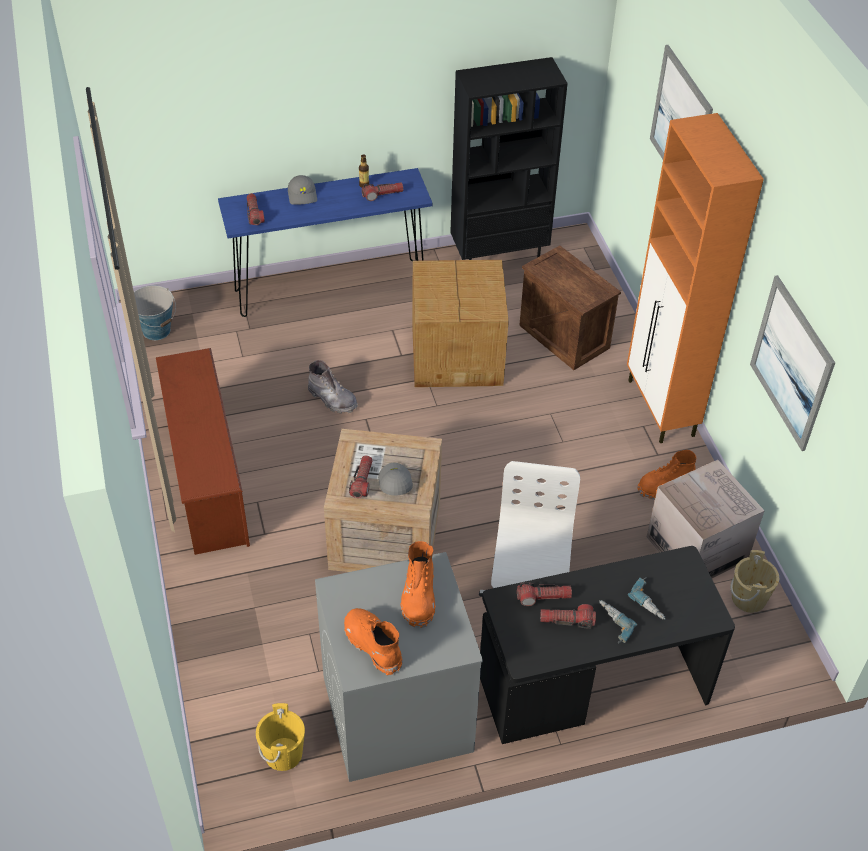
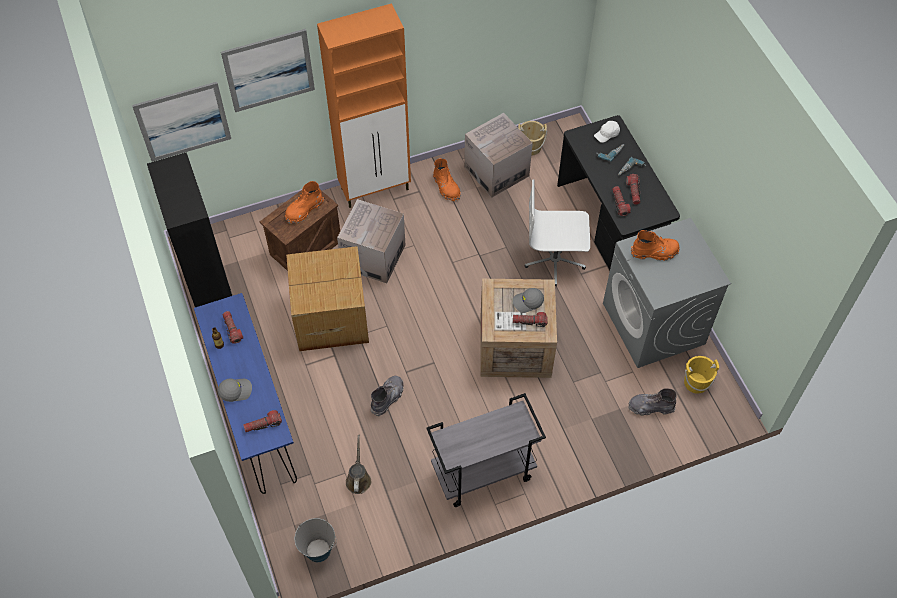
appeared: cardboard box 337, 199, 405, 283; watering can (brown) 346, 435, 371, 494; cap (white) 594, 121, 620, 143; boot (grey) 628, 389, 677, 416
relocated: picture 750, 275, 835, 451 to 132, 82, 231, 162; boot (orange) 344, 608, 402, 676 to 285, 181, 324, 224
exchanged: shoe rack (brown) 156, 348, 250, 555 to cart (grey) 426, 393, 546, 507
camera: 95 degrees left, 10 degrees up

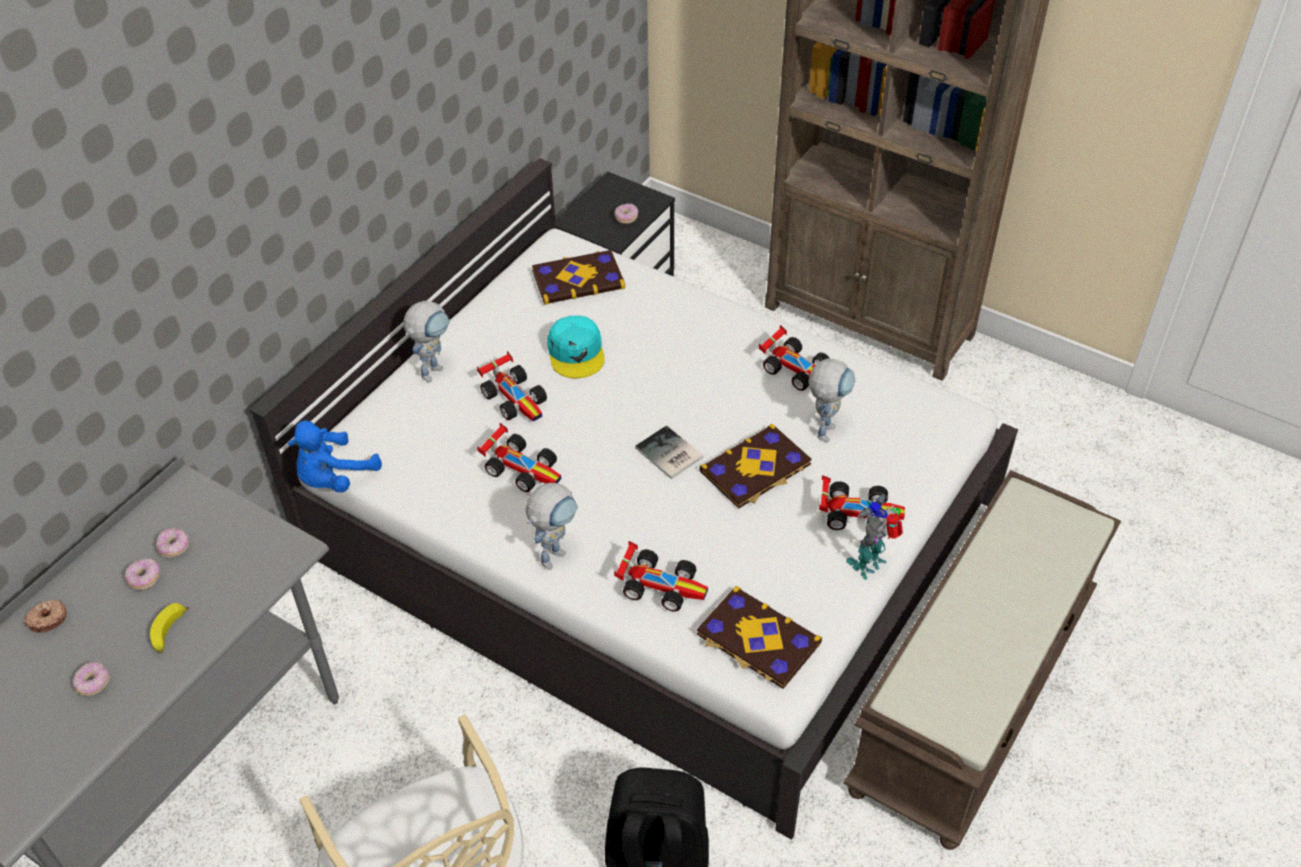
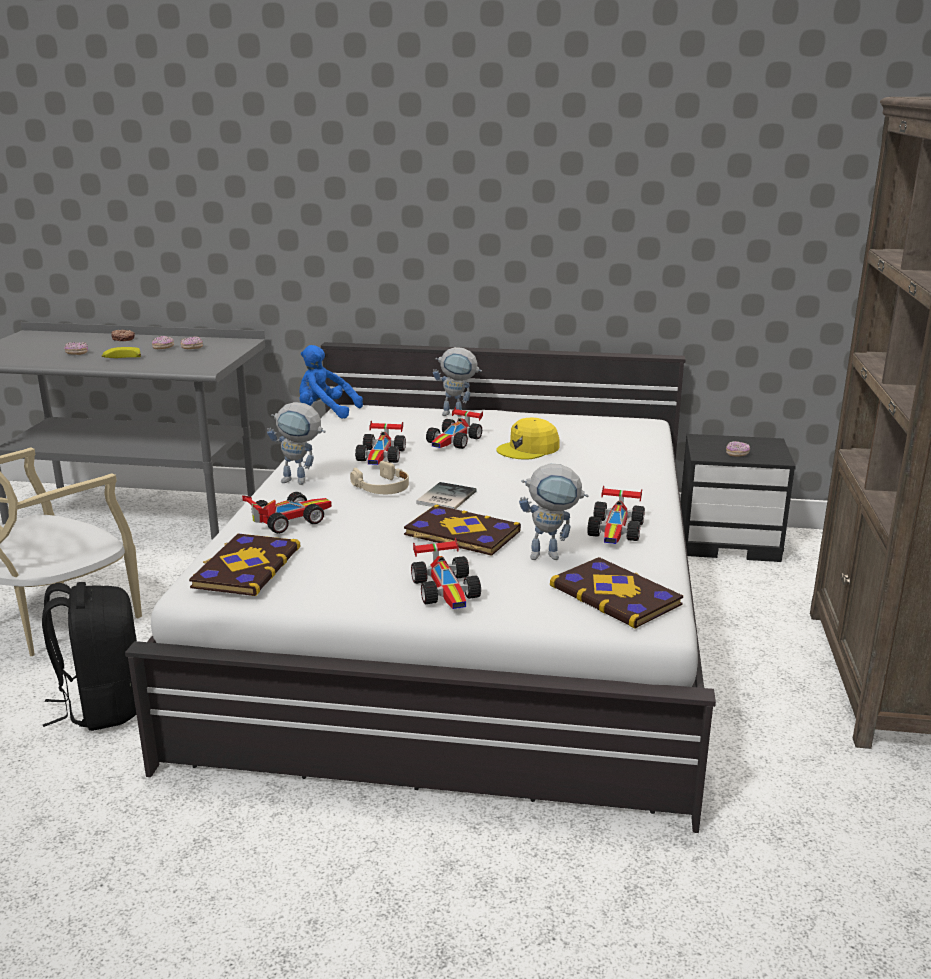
missing: bench (brown) 843, 470, 1121, 850; toy robot 846, 494, 903, 580
appeared: headphones (beige) 350, 461, 409, 494
relocated: book 532, 250, 625, 305 to 550, 557, 683, 629
colour: cap (turquoise) 547, 316, 605, 378 to cap (yellow) 496, 418, 560, 459
spun: toy car 614, 541, 708, 612 = 242, 492, 332, 534 120 degrees counterclockwise
camera: 65 degrees right, 25 degrees down

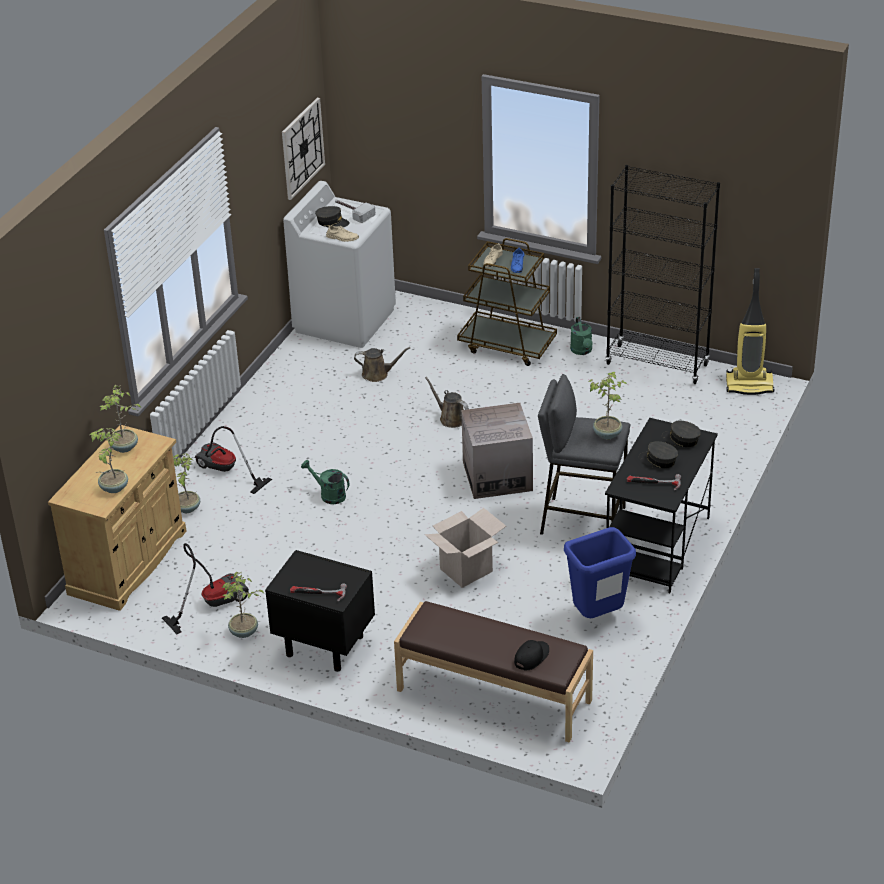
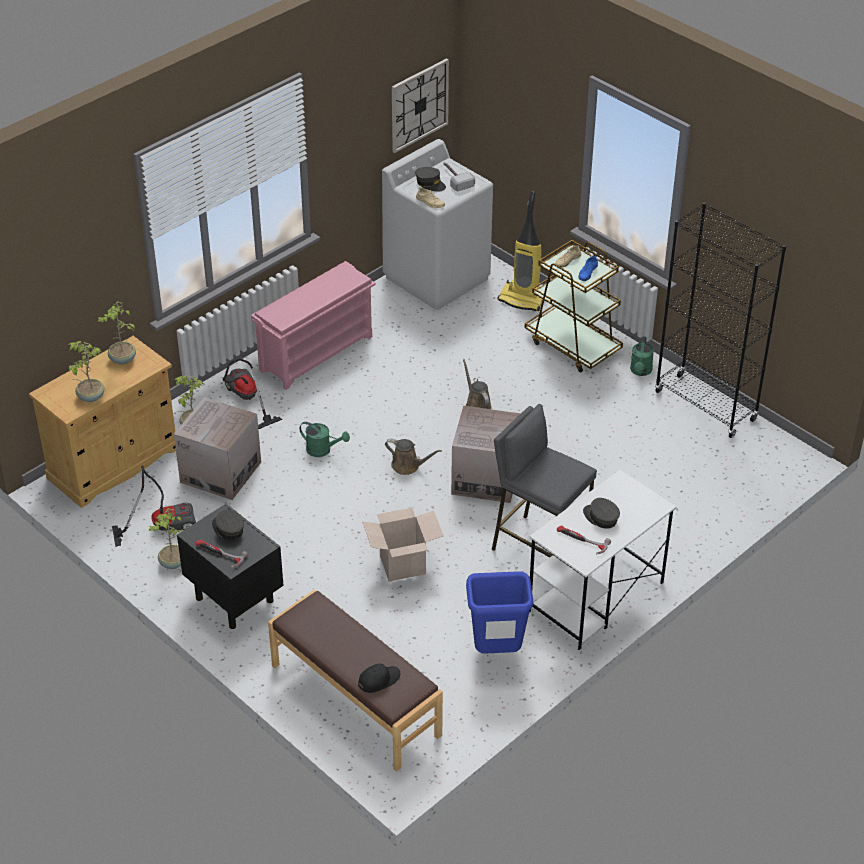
missing: potted plant 588, 372, 627, 439
appeared: cardboard box 174, 397, 261, 500; shoe rack (pink) 251, 261, 376, 390
relocated: cap (grey) 662, 421, 701, 447 to 212, 509, 244, 540; watering can (brown) 354, 347, 411, 382 to 385, 438, 442, 475; vacuum cleaner 726, 268, 774, 395 to 497, 191, 545, 311
colour: desk (black) 605, 418, 718, 593 to desk (white) 529, 470, 677, 650
spun: watering can (green) 301, 460, 349, 504 = 299, 422, 350, 457 150 degrees clockwise
camera: 20 degrees right, 5 degrees up

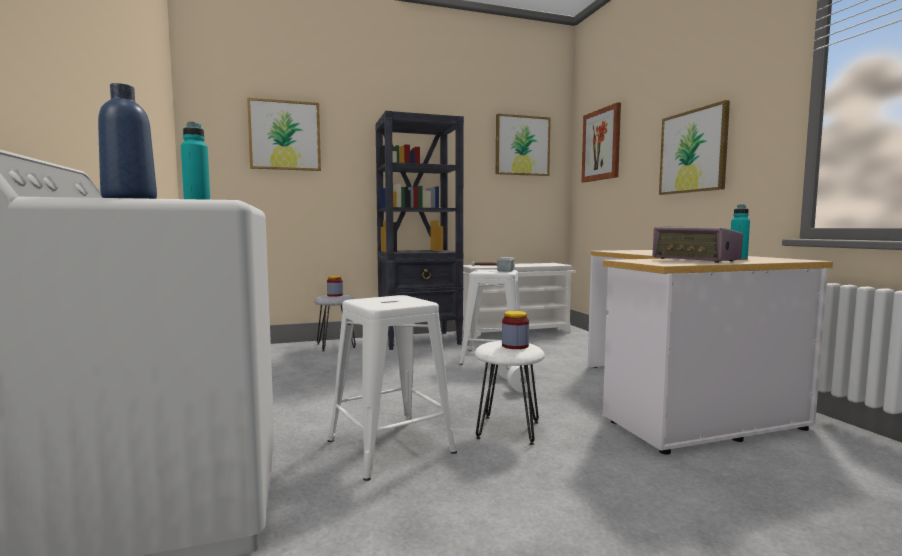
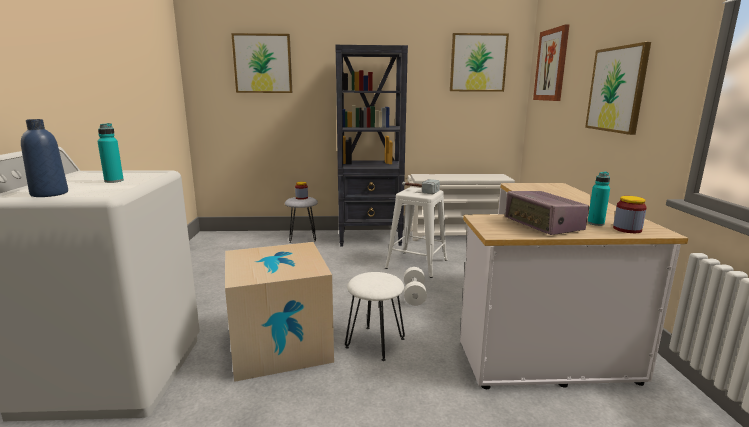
relocated: jar 502, 311, 529, 349 to 613, 196, 647, 233
exchanged: stool (white) 328, 295, 457, 481 to cardboard box 225, 242, 334, 382
camera: 15 degrees right, 10 degrees up

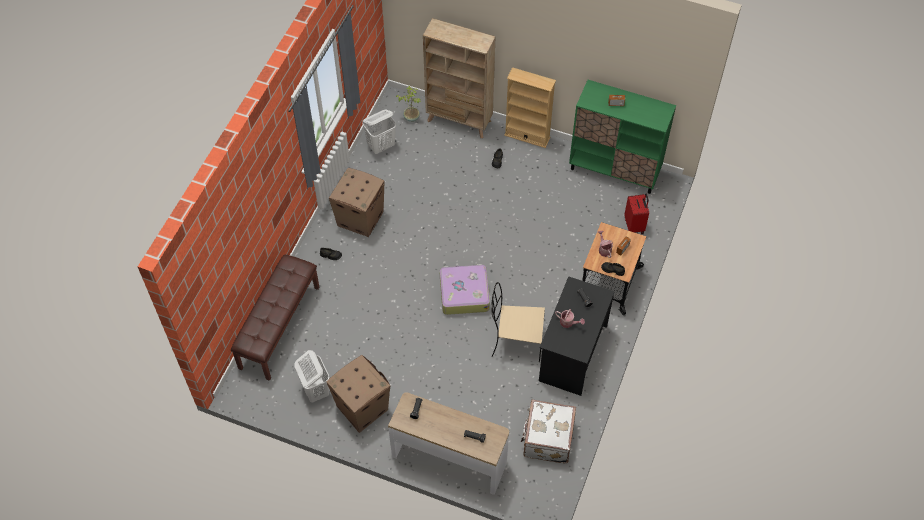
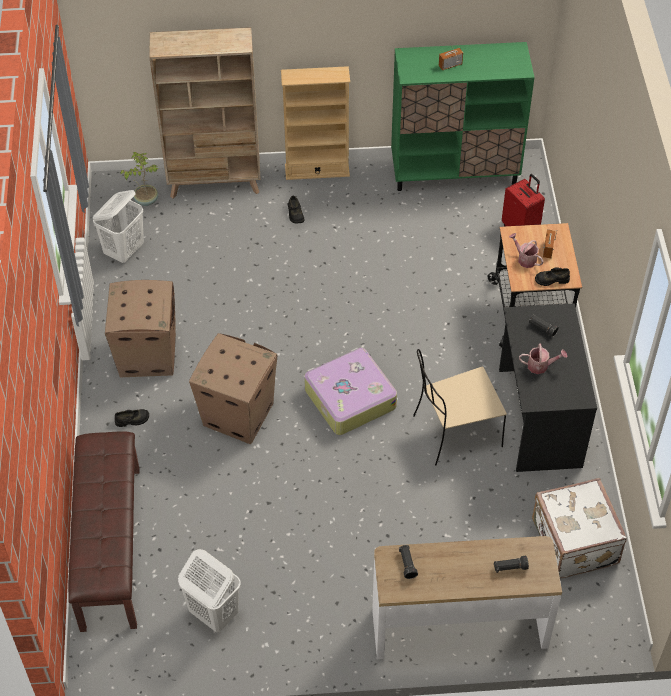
relocated: cardboard box 326, 355, 390, 433 to 189, 333, 277, 444
camera: 25 degrees left, 5 degrees down

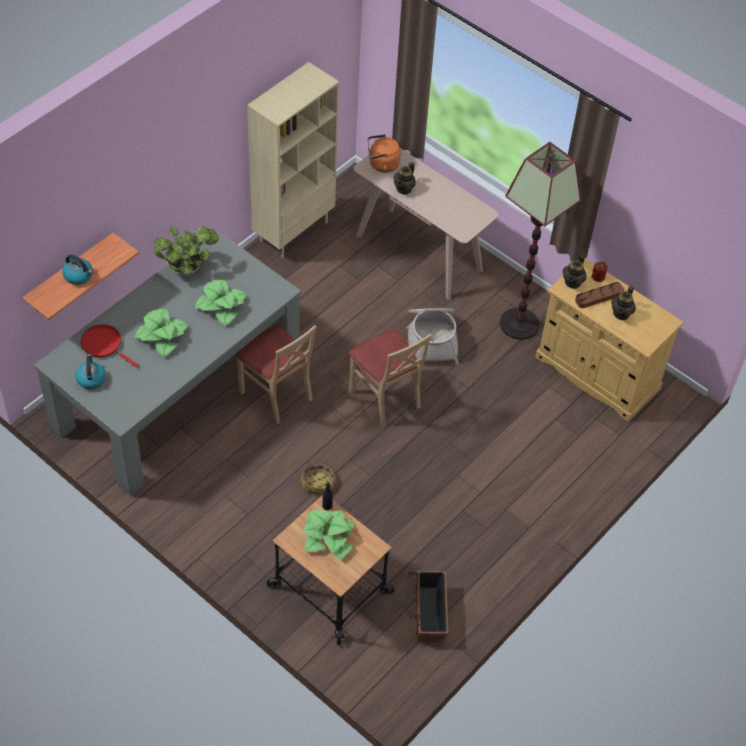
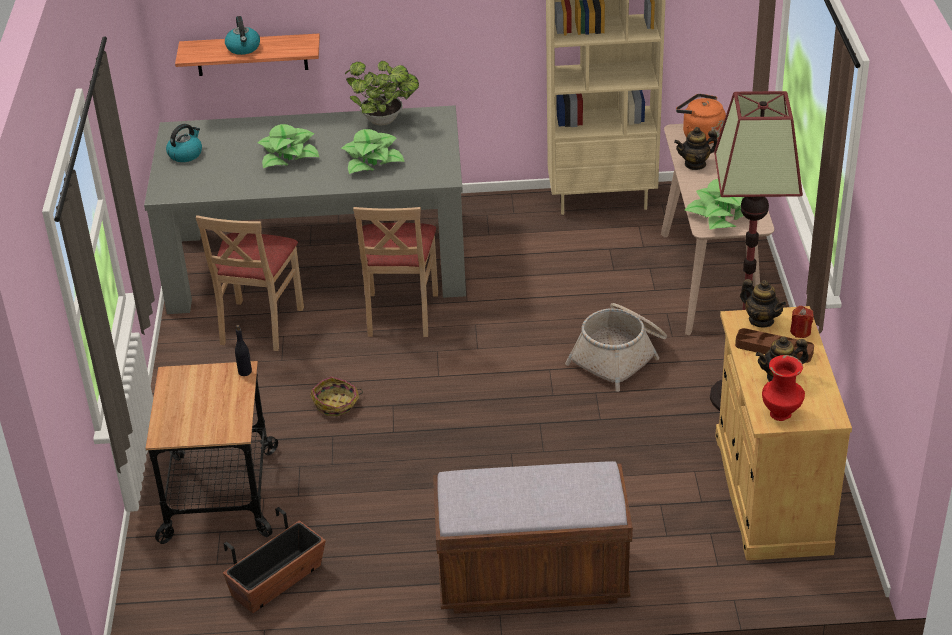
missing: frying pan (red) 81, 324, 139, 367
appeared: bench (brown) 433, 461, 633, 614; vase (red) 762, 355, 805, 421
relocated: chair (beige) 349, 329, 432, 427 to 195, 215, 304, 351; potted plant 302, 509, 354, 560 to 684, 179, 744, 230
spun: teapot 563, 255, 586, 289 = 740, 279, 786, 327 120 degrees counterclockwise
camera: 50 degrees right, 15 degrees down

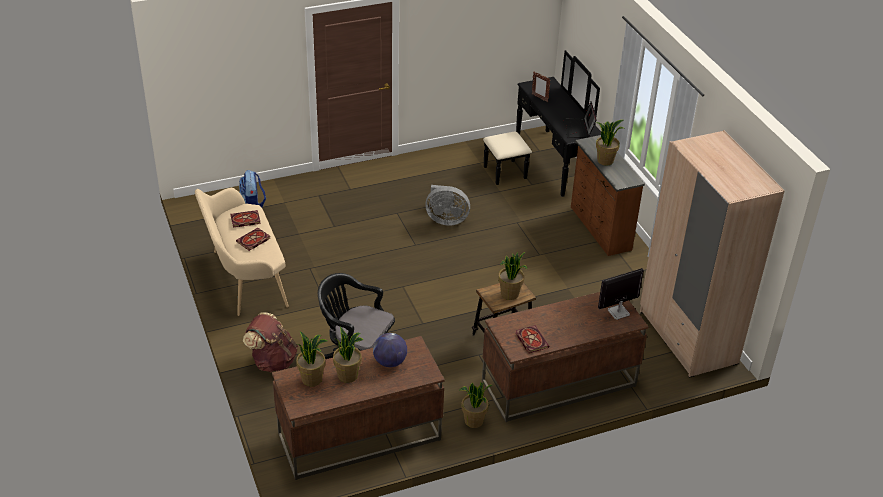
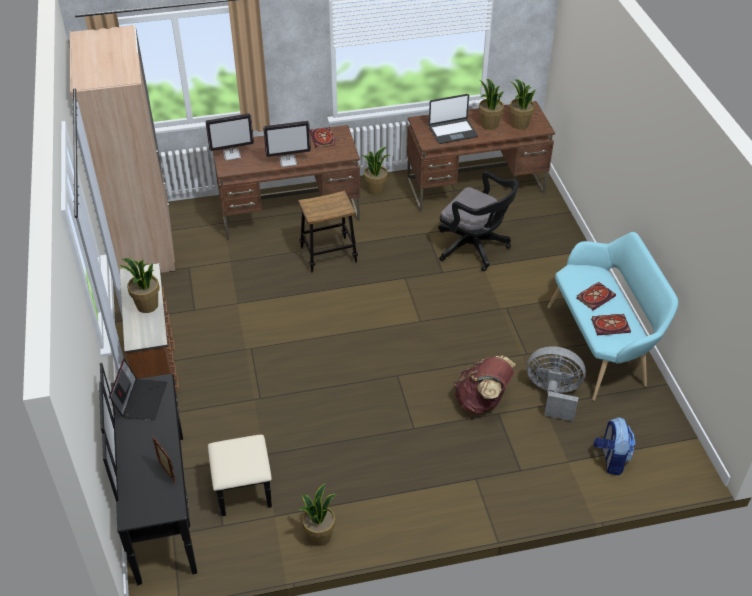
appeared: monitor 263, 121, 311, 167
relocated: potted plant 498, 252, 527, 300 to 299, 483, 336, 546; backpack (brown) 243, 312, 298, 372 to 454, 355, 516, 415; fan (grey) 425, 185, 470, 226 to 527, 346, 586, 422
exchanged: globe 373, 333, 407, 367 to laptop 429, 94, 478, 144
colour: bench (beige) 195, 188, 289, 316 to bench (turquoise) 547, 232, 678, 401
camera: 170 degrees left, 5 degrees up

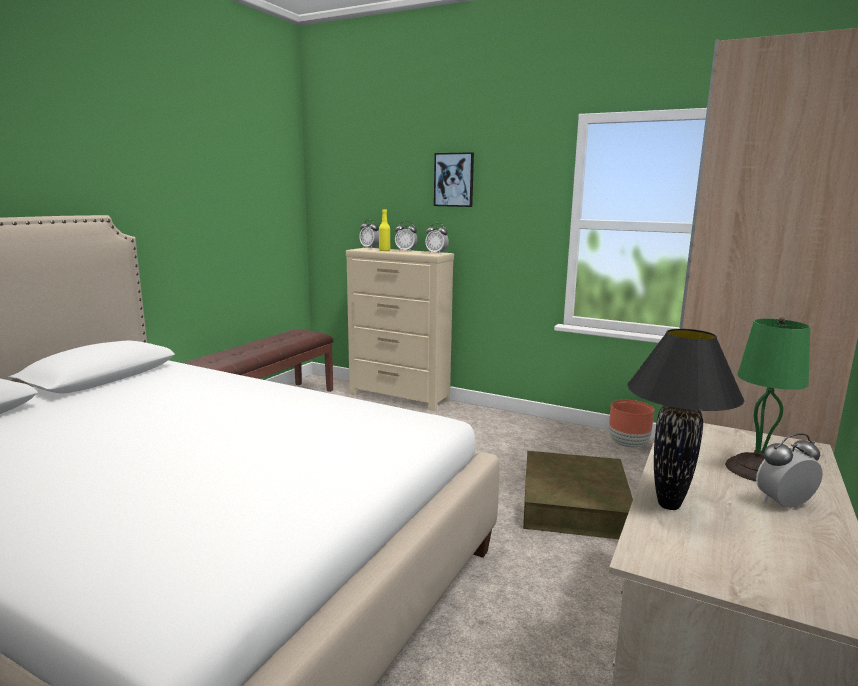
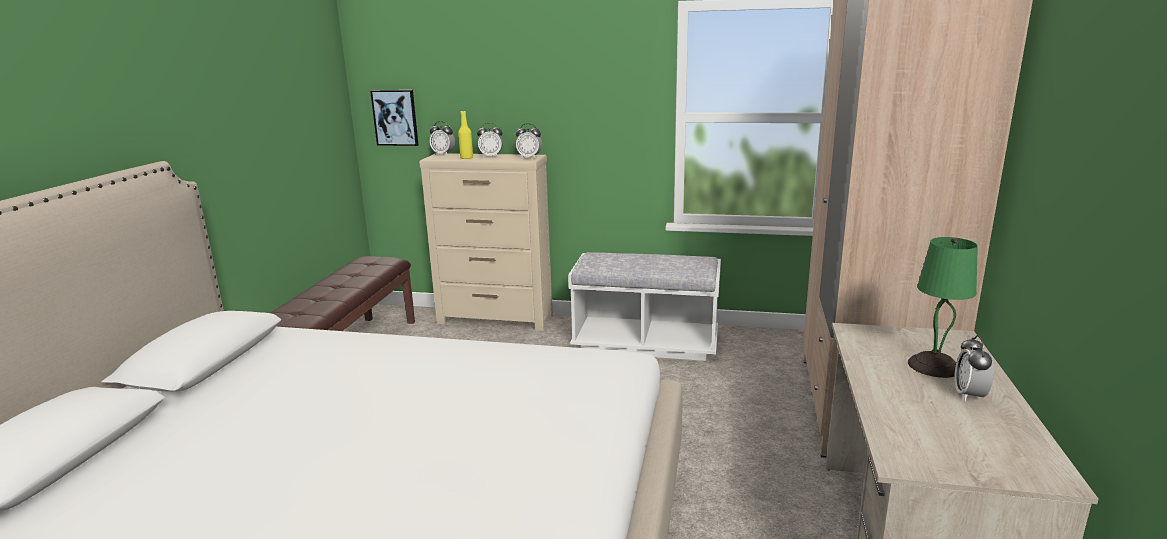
missing: storage box (brown) 523, 451, 633, 539; planter (brown) 609, 400, 654, 448; table lamp (black) 627, 329, 744, 510
appeared: bench (white) 568, 252, 721, 361
relocated: picture 434, 152, 474, 207 to 370, 90, 418, 146
spun: alarm clock 756, 433, 823, 509 = 954, 335, 994, 401 45 degrees counterclockwise
camera: 15 degrees left, 5 degrees up

